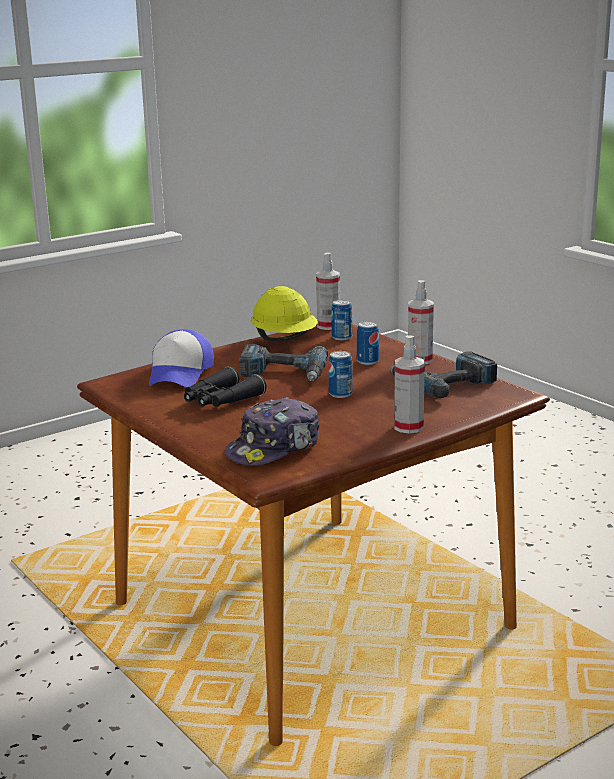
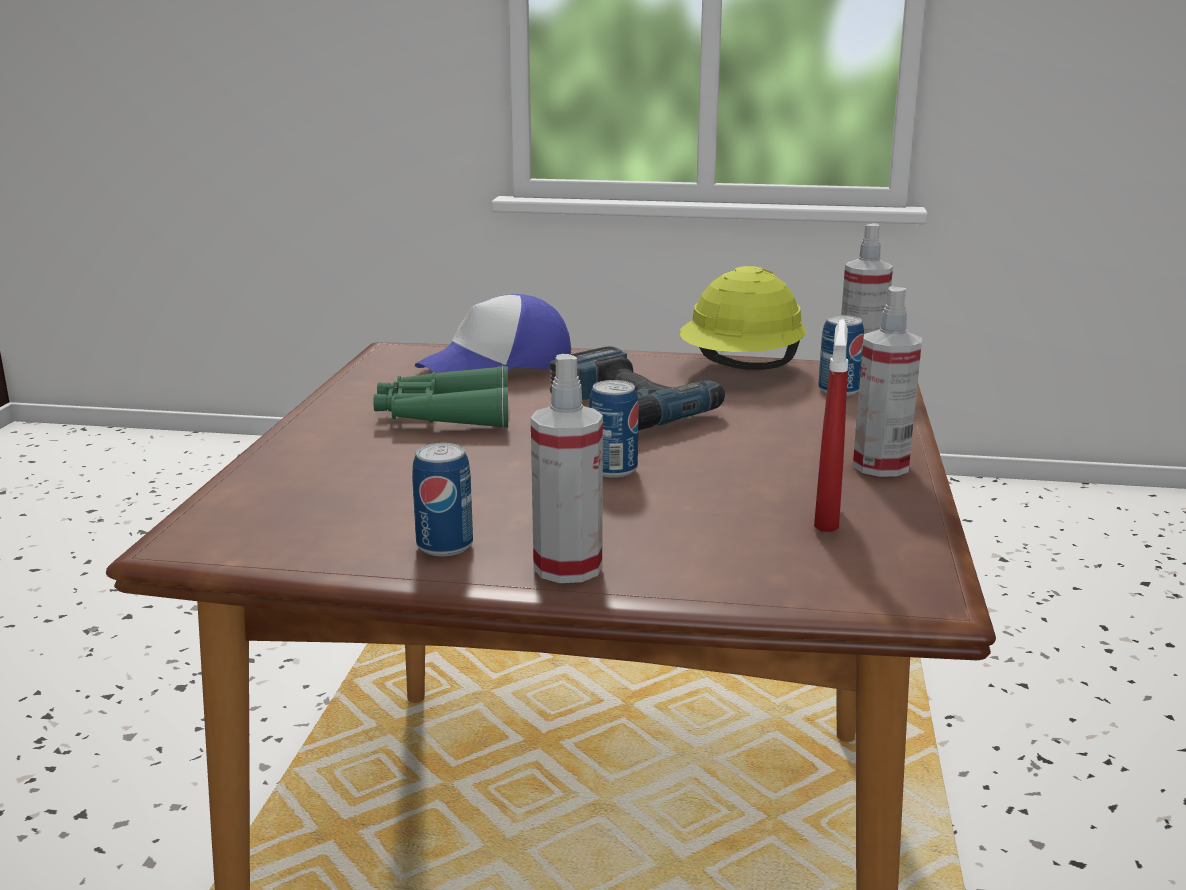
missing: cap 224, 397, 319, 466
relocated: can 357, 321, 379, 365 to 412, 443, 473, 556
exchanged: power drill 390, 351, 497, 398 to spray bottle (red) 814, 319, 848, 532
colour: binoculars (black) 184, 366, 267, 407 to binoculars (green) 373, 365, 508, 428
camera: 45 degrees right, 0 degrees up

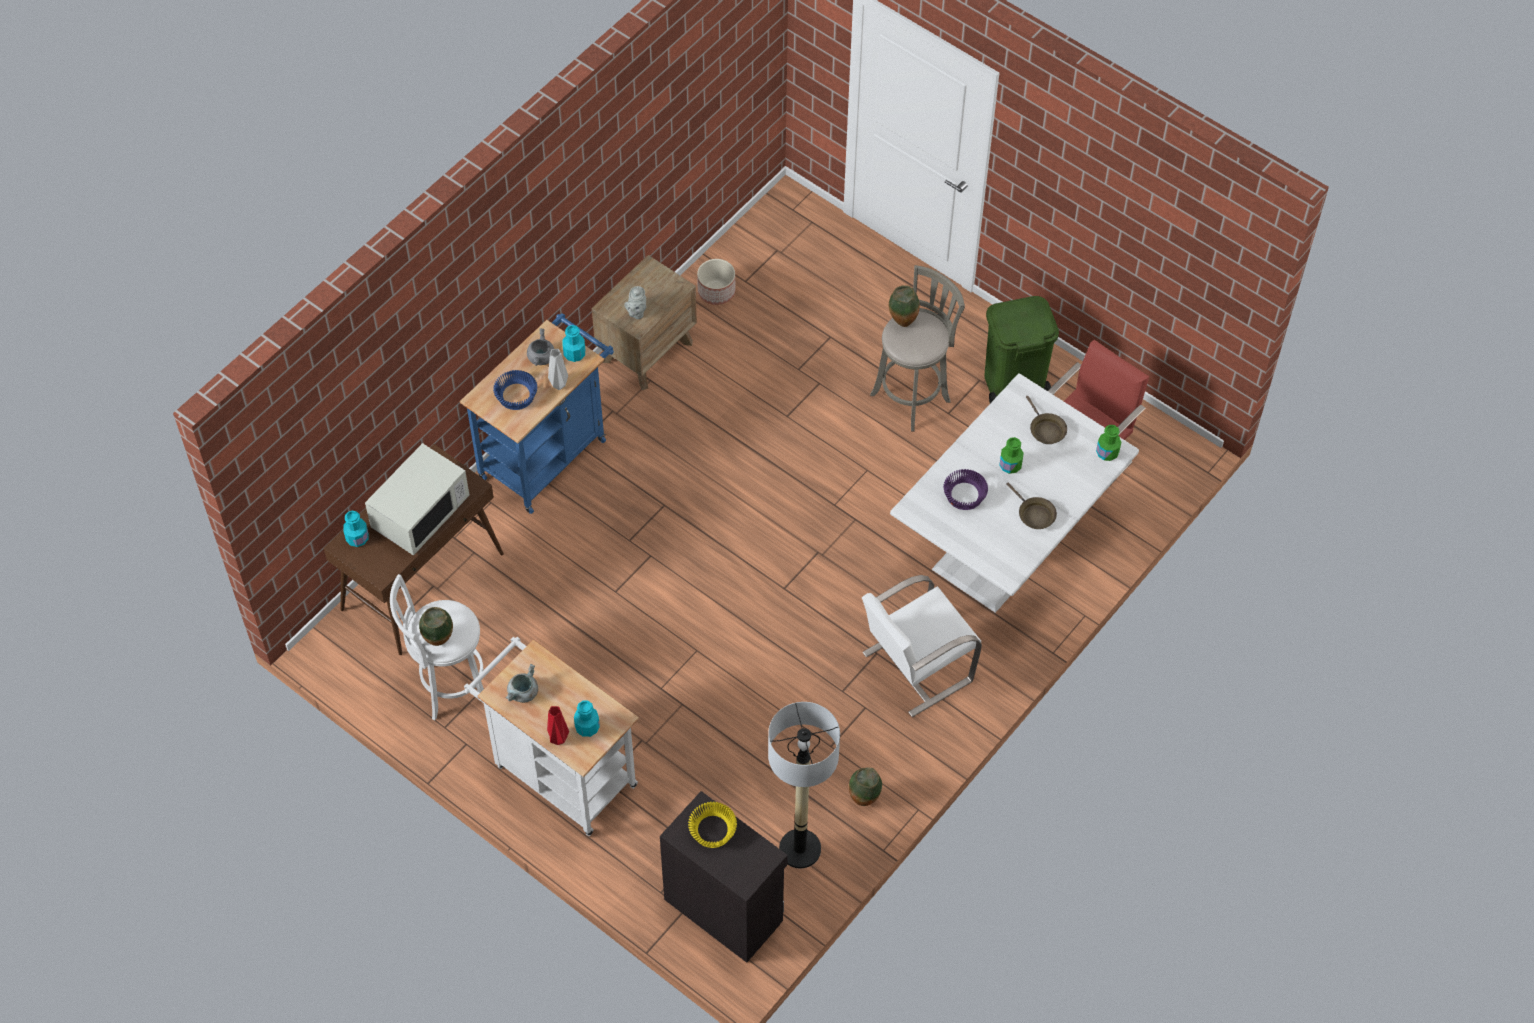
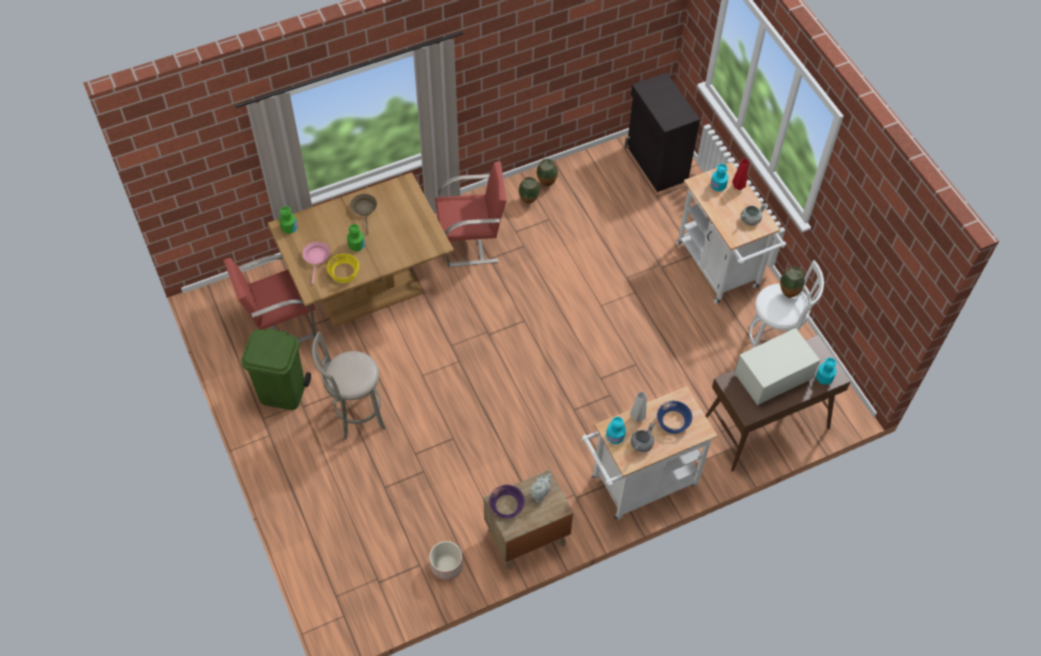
missing: floor lamp 768, 702, 840, 868
relocated: bowl (yellow) 688, 802, 737, 848 to 327, 253, 360, 283; bowl (purple) 943, 469, 988, 510 to 489, 485, 525, 519; vase 889, 285, 919, 327 to 519, 177, 540, 204
colour: dining table (white) 890, 373, 1139, 613 to dining table (brown) 268, 172, 454, 327; frying pan (brown) 1026, 396, 1067, 444 to frying pan (pink) 302, 242, 330, 284; chair (white) 862, 575, 982, 717 to chair (red) 435, 162, 507, 267; cart (blue) 460, 313, 614, 514 to cart (white) 582, 386, 718, 520
camera: 155 degrees left, 0 degrees up

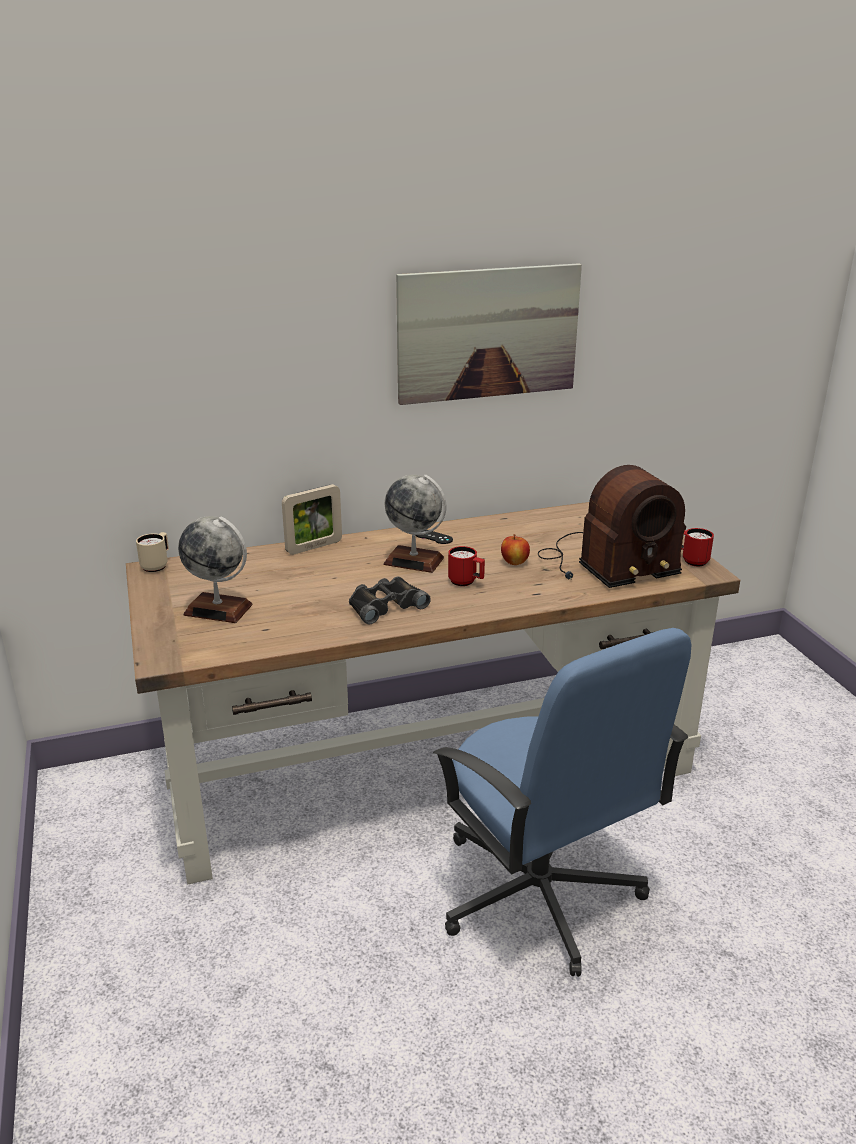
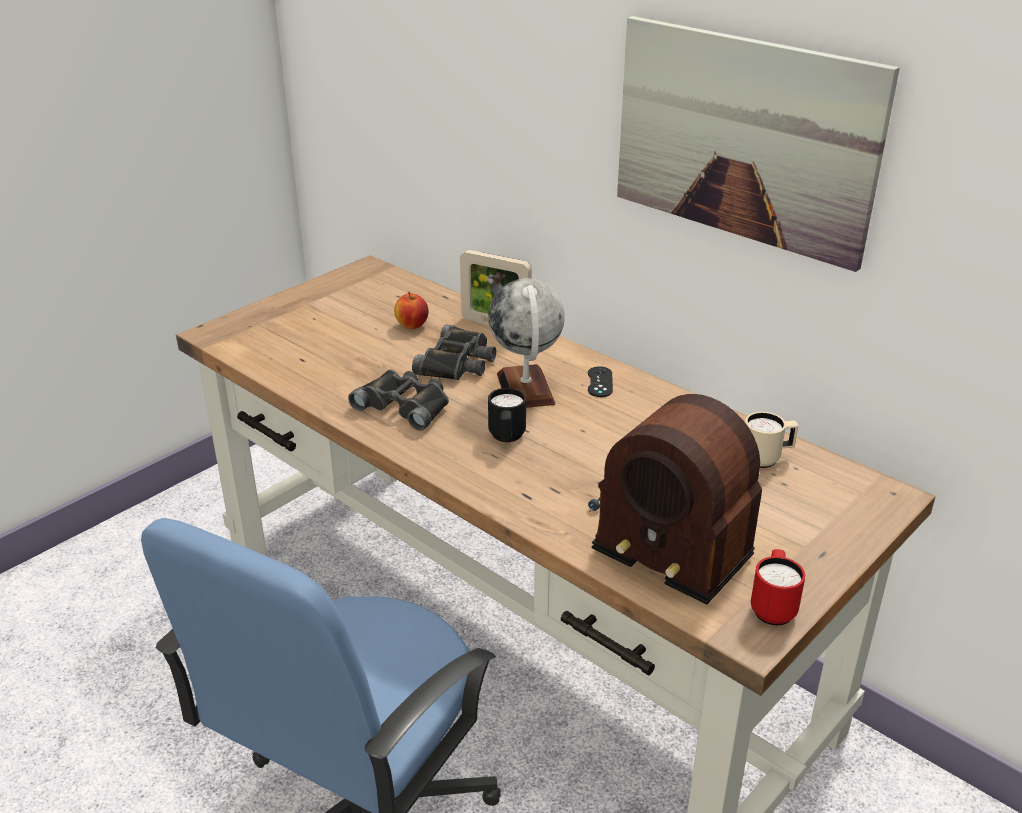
missing: globe 178, 516, 253, 623
appeared: binoculars (black) 412, 324, 496, 380
relocated: apple 501, 534, 530, 565 to 394, 292, 429, 329; mug (beige) 136, 532, 169, 572 to 745, 412, 798, 468
colour: mug (red) 448, 546, 485, 586 to mug (black) 488, 388, 526, 442
camera: 60 degrees right, 5 degrees up

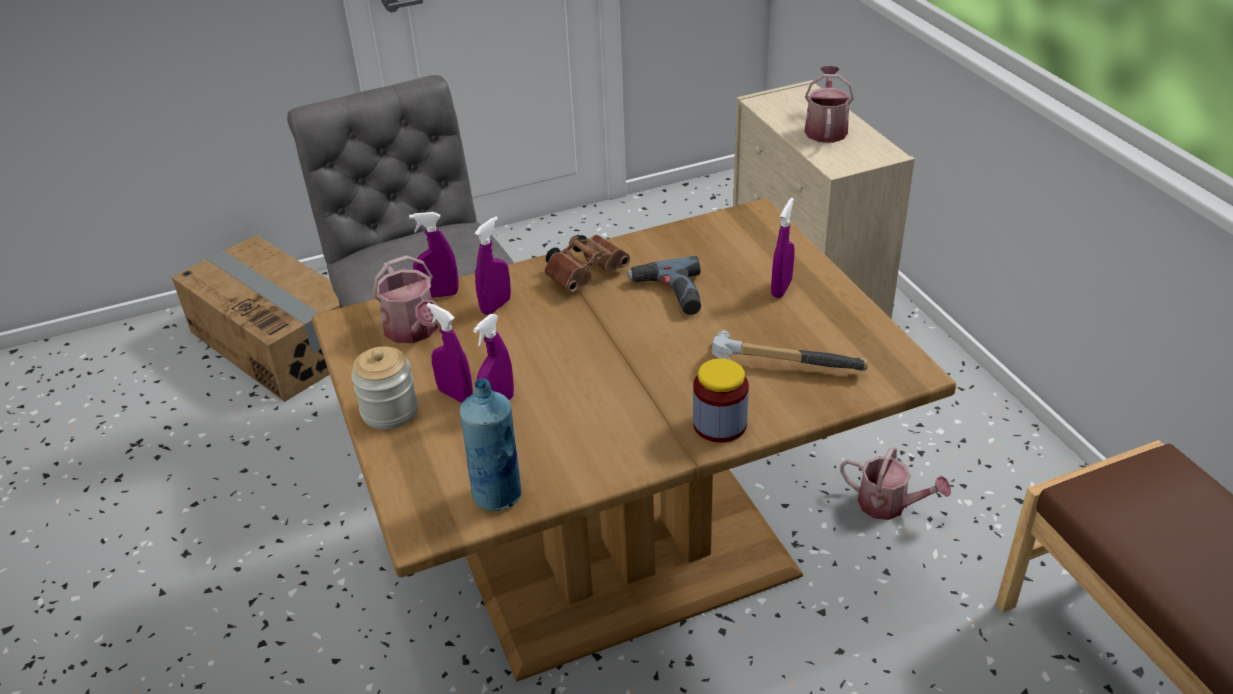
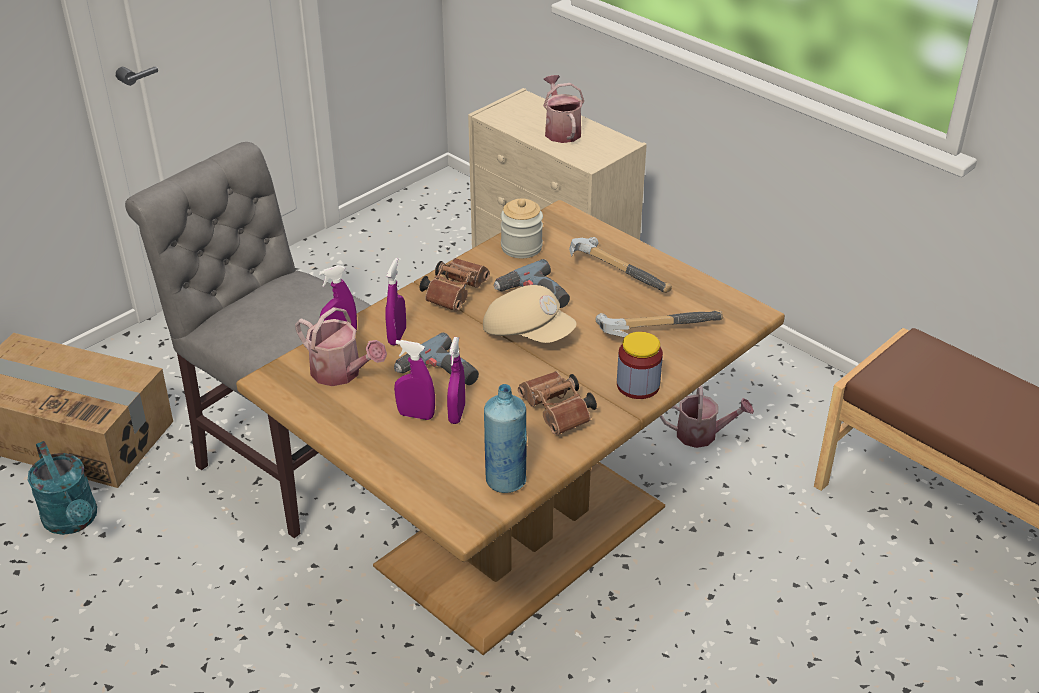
appeared: watering can (turquoise) 28, 441, 97, 535; power drill 394, 332, 479, 385; cap (beige) 483, 285, 577, 343; binoculars (brown) 518, 371, 597, 435
relocated: jar 351, 347, 418, 429 to 501, 198, 543, 258
exchanged: spray bottle (purple) 771, 198, 795, 298 to hammer 569, 237, 672, 293
camera: 25 degrees left, 0 degrees up

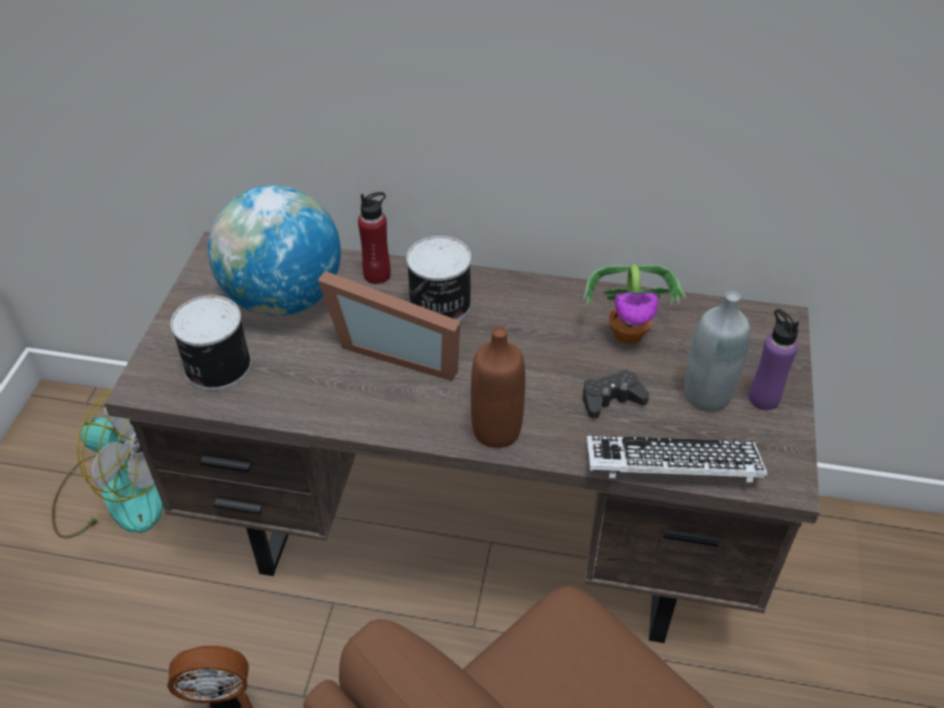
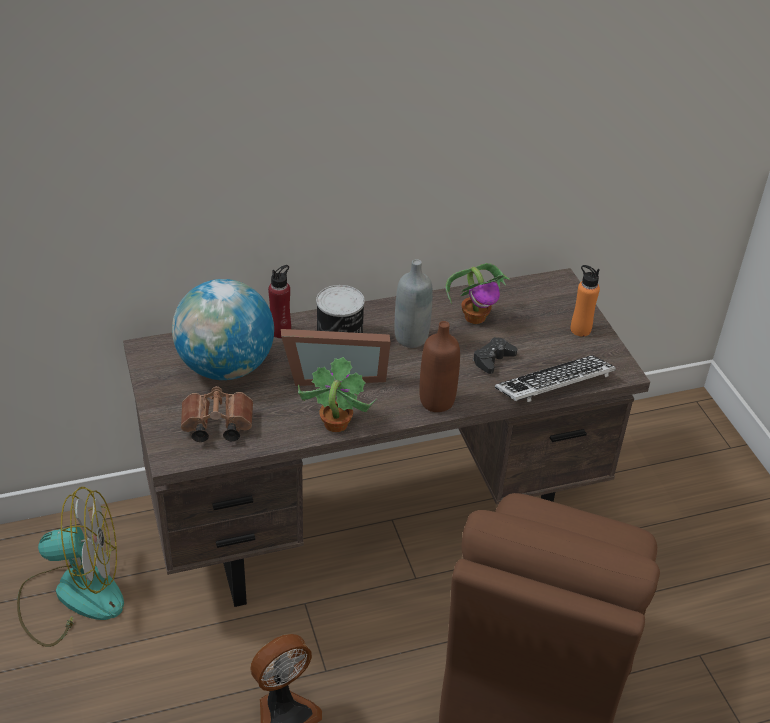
appeared: potted plant 298, 357, 377, 432
relocated: bottle (grey) 684, 291, 750, 412 to 395, 259, 433, 348
exchanged: can 170, 295, 252, 391 to binoculars (brown) 181, 386, 253, 442
colour: bottle (purple) 749, 309, 799, 410 to bottle (orange) 570, 265, 600, 336
camera: 30 degrees left, 5 degrees down

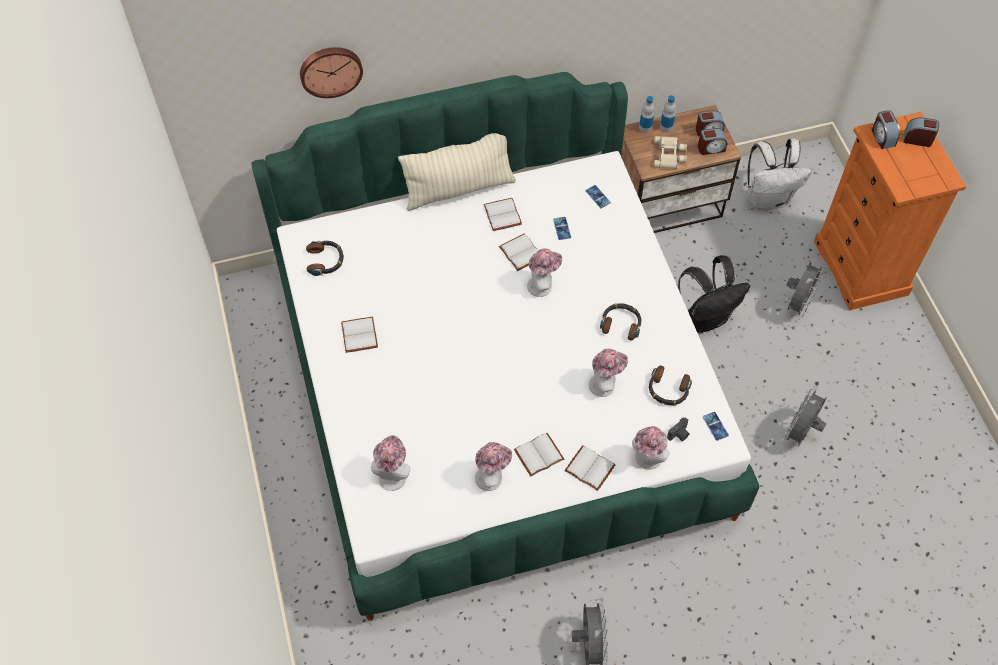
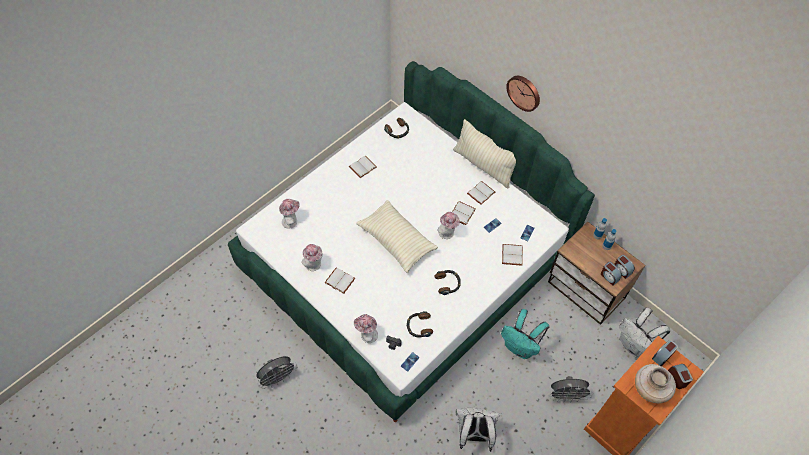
missing: hat 589, 348, 628, 397; binoculars (beige) 654, 136, 687, 169
appeared: pillow (beige) 356, 200, 438, 273; vase (beige) 635, 364, 676, 403
relocated: book (white) 564, 445, 615, 491 to 502, 244, 523, 266; wall clock 300, 47, 363, 98 to 506, 76, 540, 112
exchanged: fan (grey) 782, 386, 827, 446 to backpack (white) 456, 408, 501, 452
colour: backpack (black) 678, 255, 750, 333 to backpack (turquoise) 501, 309, 549, 359
camera: 60 degrees right, 0 degrees up

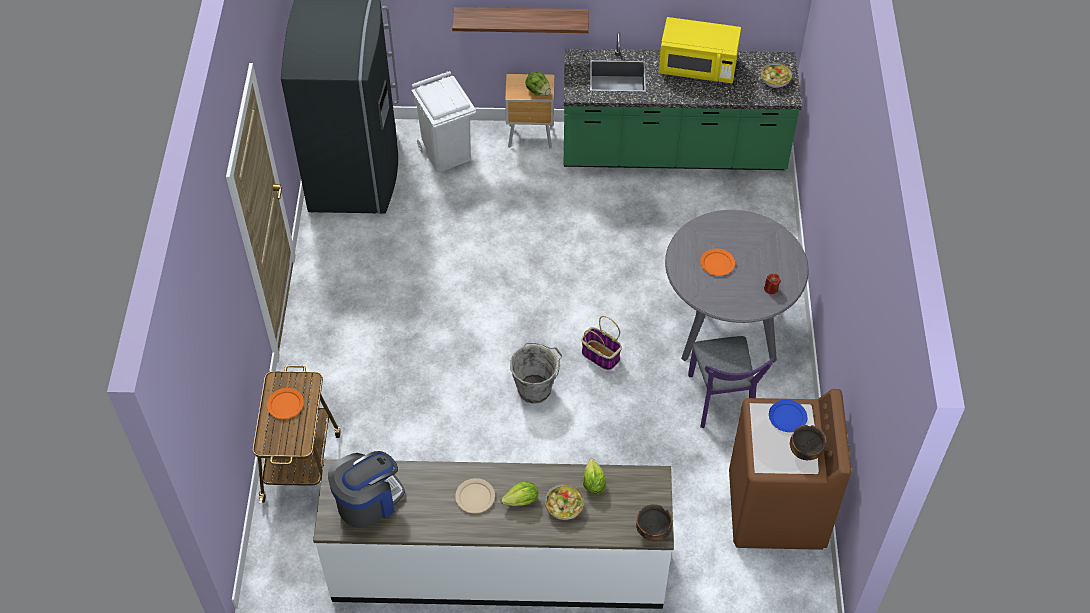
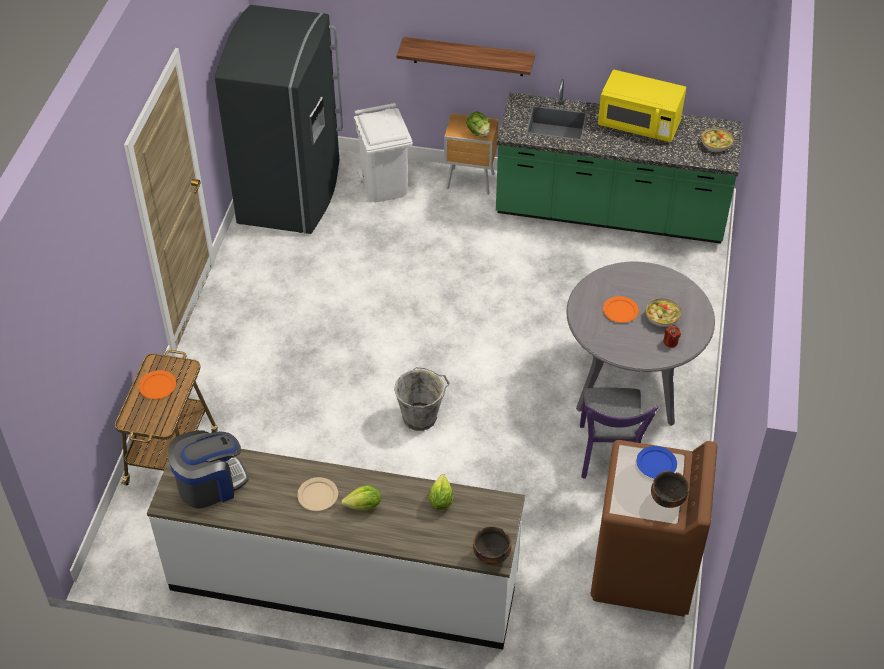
missing: basket 581, 316, 622, 370
relocated: bowl 545, 484, 584, 520 to 646, 298, 681, 327
camera: 10 degrees right, 5 degrees down

